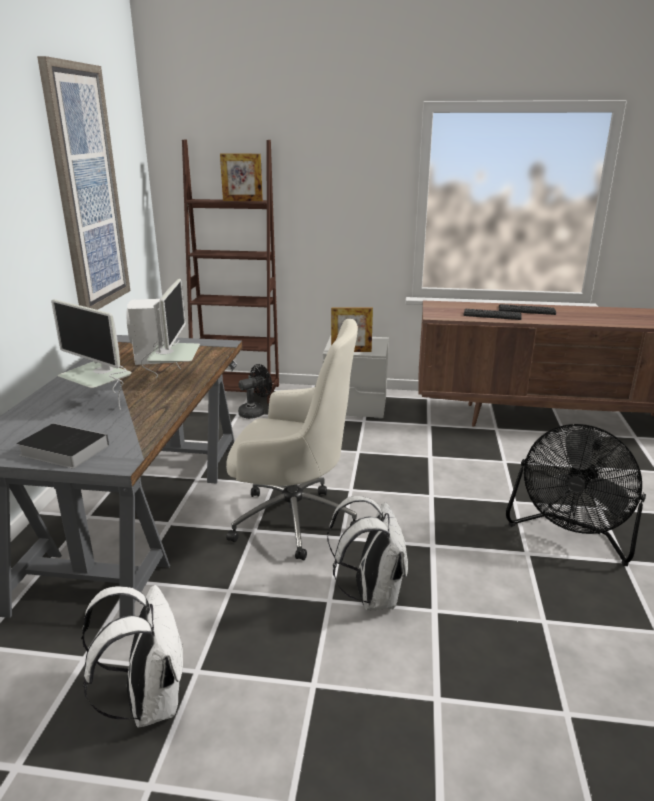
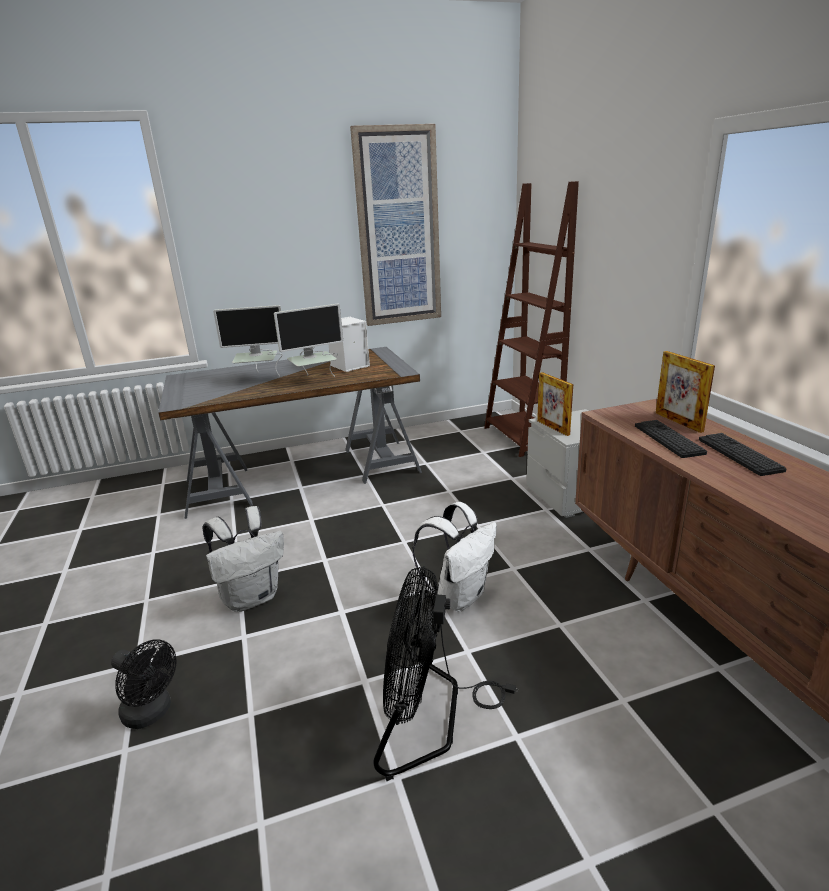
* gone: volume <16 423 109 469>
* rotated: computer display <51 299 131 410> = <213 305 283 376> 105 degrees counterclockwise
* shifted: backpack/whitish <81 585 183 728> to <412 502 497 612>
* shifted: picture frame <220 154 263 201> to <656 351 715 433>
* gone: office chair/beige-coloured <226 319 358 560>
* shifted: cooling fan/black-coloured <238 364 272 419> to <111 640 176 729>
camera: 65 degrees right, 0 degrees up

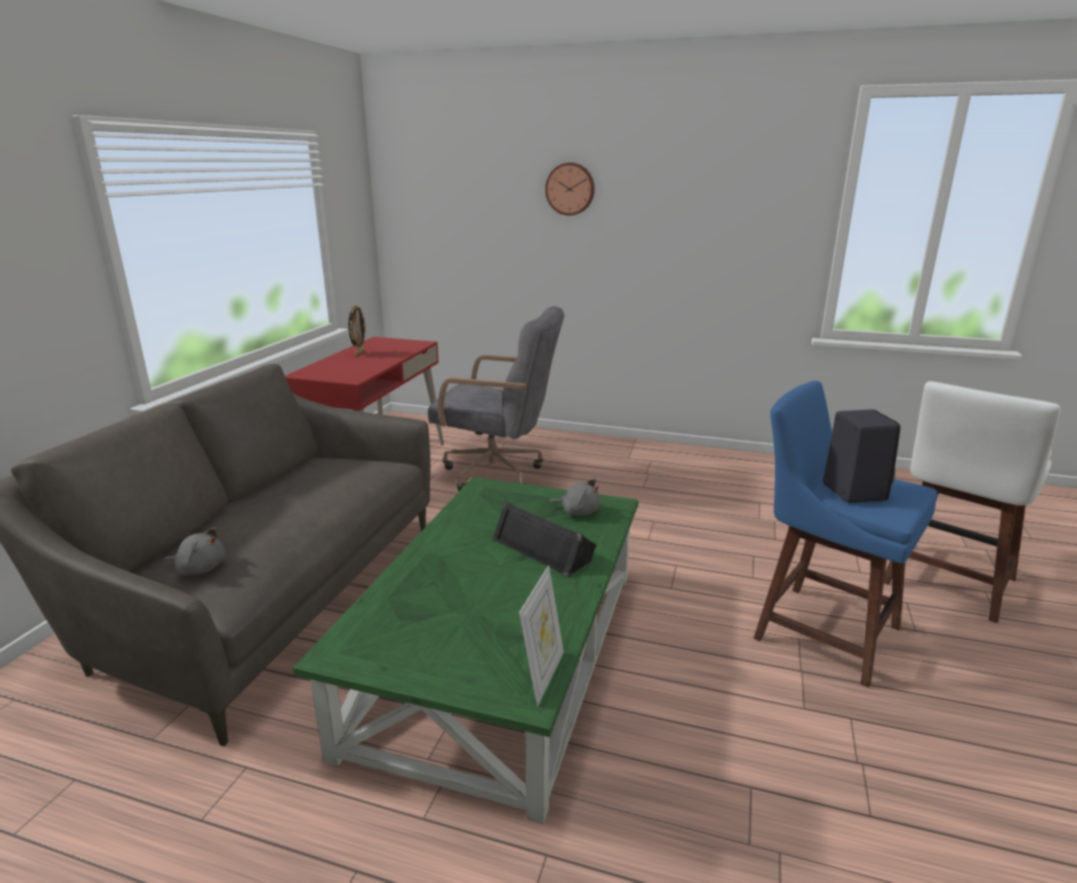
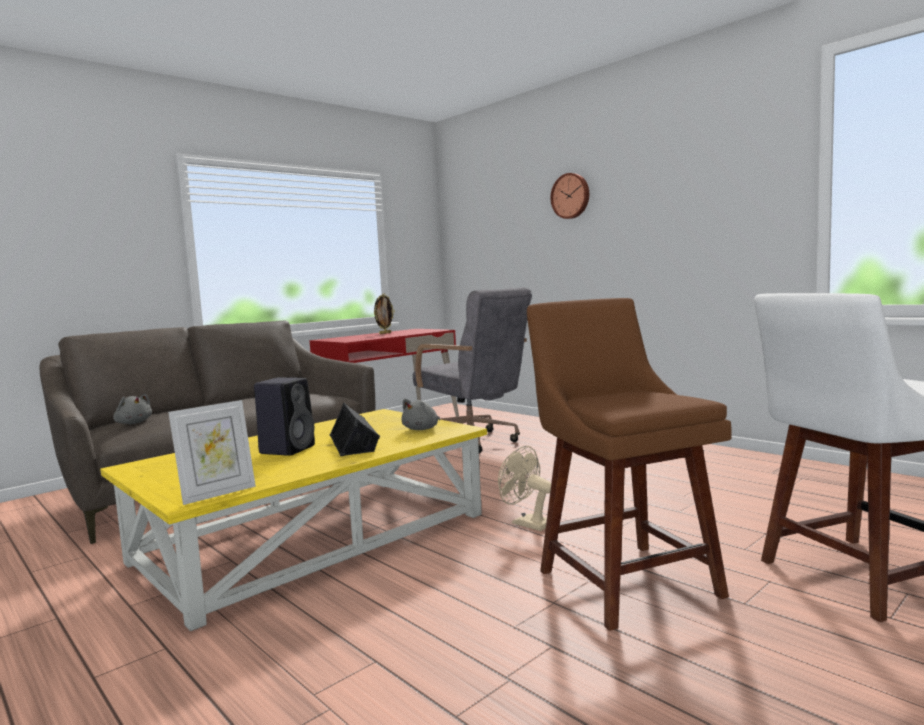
* repainted: lounge table/green <293 477 639 824> to lounge table/yellow-coloured <100 409 487 631>
* rotated: soft toy/gray <548 479 601 516> = <401 399 440 430> 75 degrees clockwise
* repainted: sitting stool/bluish <753 381 938 688> to sitting stool/brown <527 298 732 631>
* shifted: loudspeaker/black-coloured <823 409 900 503> to <254 377 315 456>
* new: cooling fan/beige-coloured <498 446 551 531>
camera: 30 degrees right, 15 degrees down

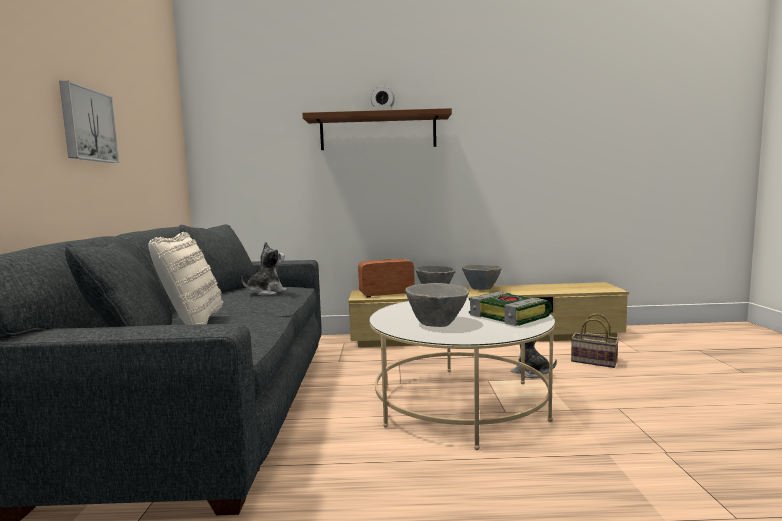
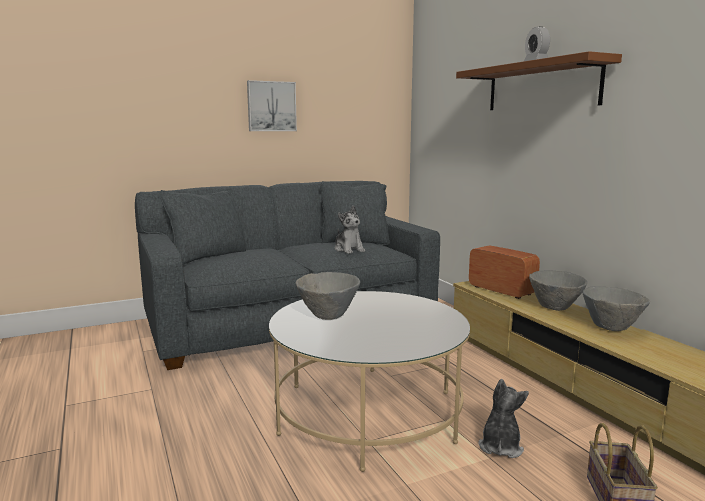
* gone: pillow/beige-coloured <148 232 223 325>
* rotated: soft toy <241 242 287 296> = <334 206 365 254> 45 degrees clockwise
* gone: volume <469 291 552 326>
camera: 65 degrees right, 5 degrees up

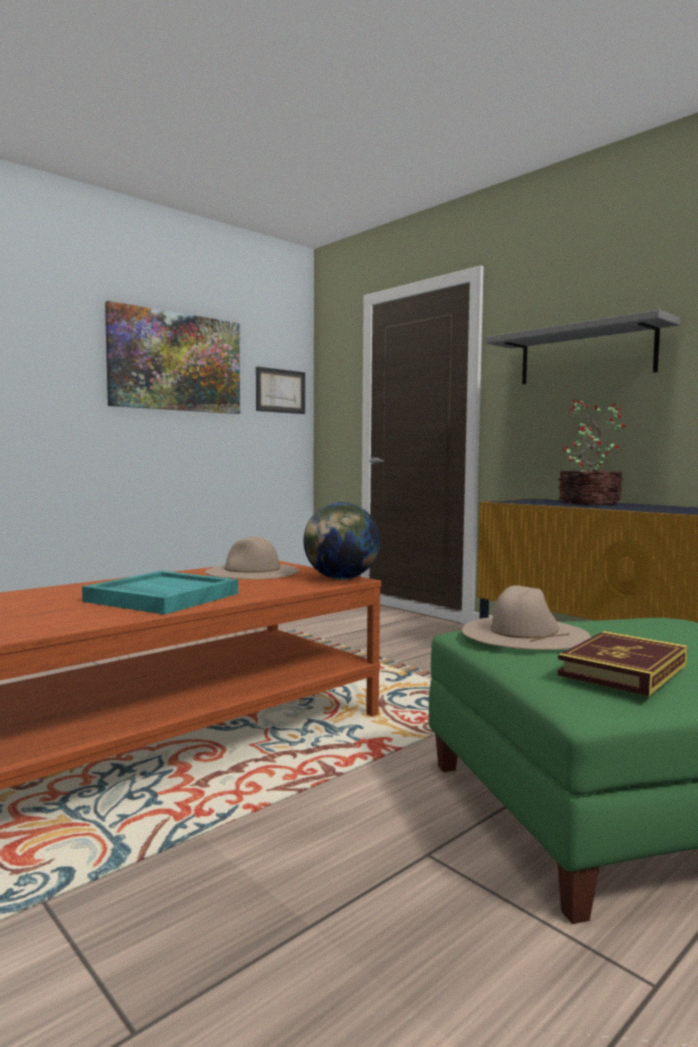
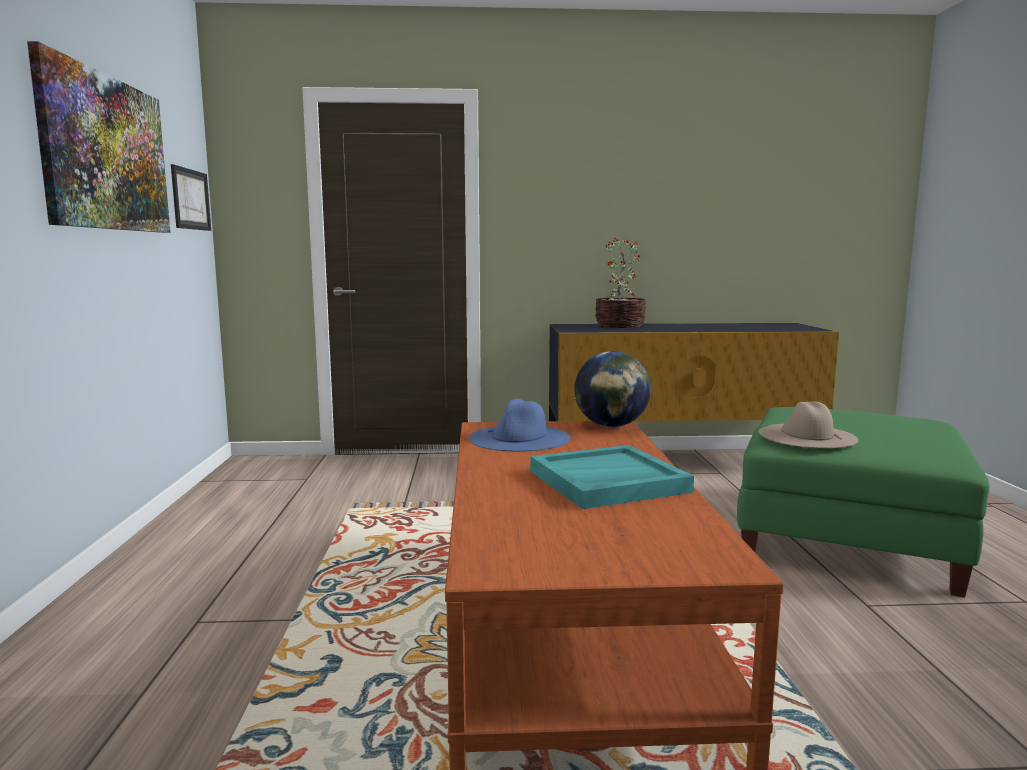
* repainted: wearable hat/beige-coloured <205 537 299 579> to wearable hat/bluish <469 399 570 452>
* gone: wall shelf/gray <486 310 680 384>
* gone: volume <557 631 688 696>
camera: 50 degrees left, 5 degrees up

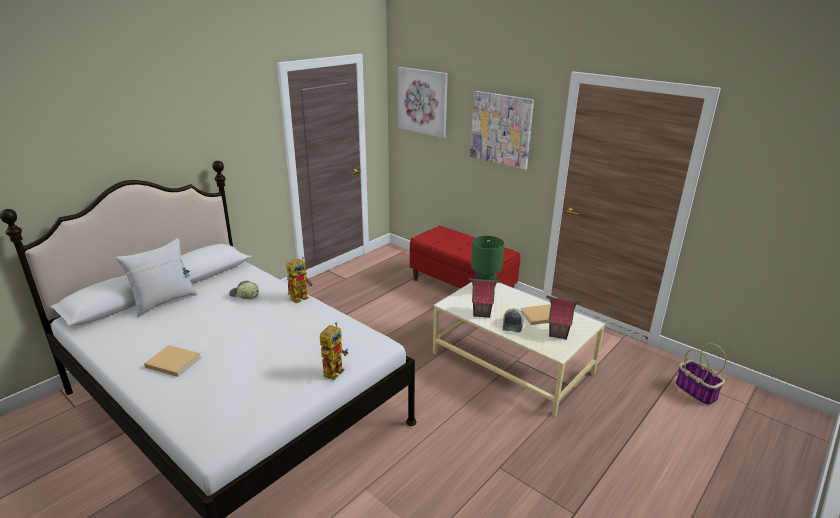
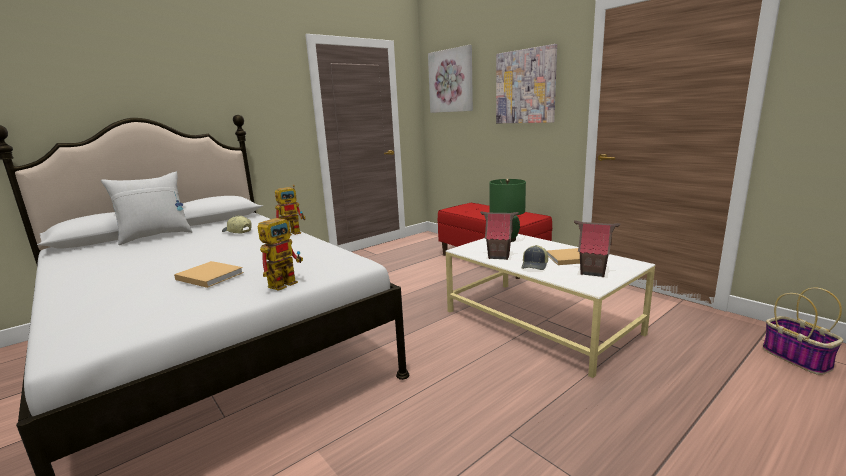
* shifted: volume/beige-coloured <144 345 201 377> to <174 261 244 288>
camera: 10 degrees right, 10 degrees down

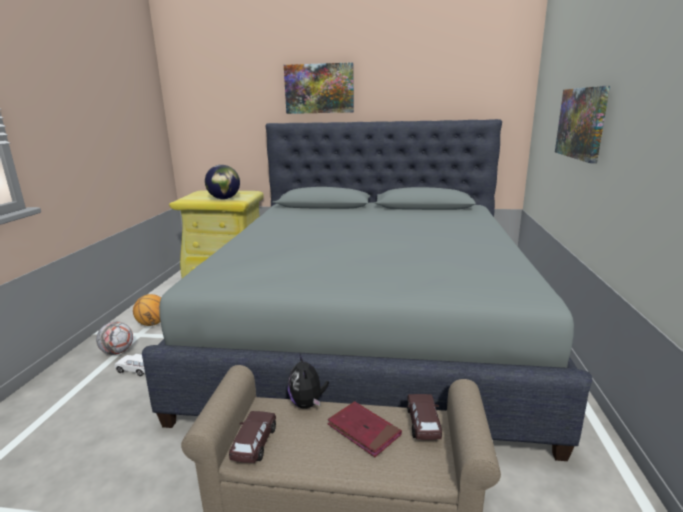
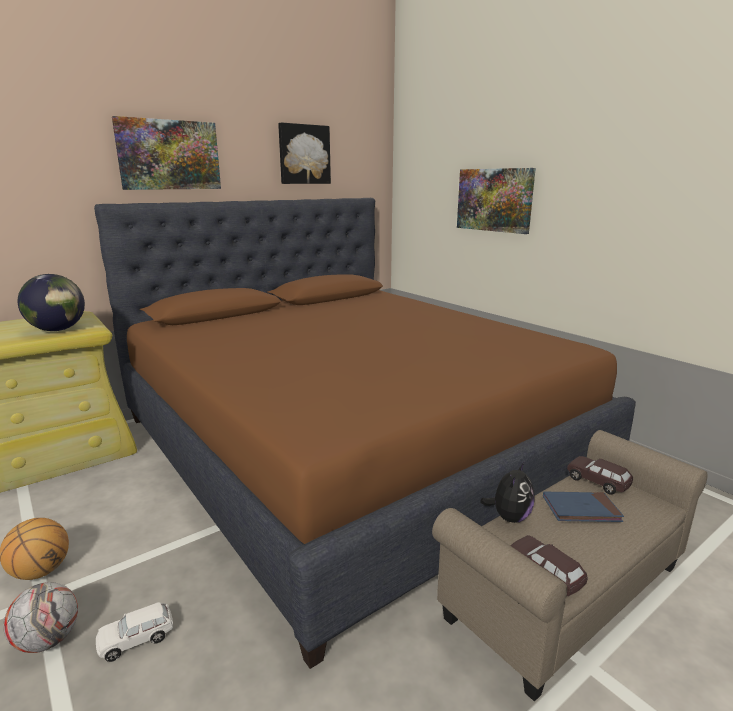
* repainted: sleeping bed/gray <142 119 592 461> to sleeping bed/brown <94 198 636 669>
* rotated: soft toy <288 353 329 408> = <480 462 535 523> 90 degrees counterclockwise
* repainted: volume/red <328 401 402 457> to volume/bluish <543 492 624 522>
* new: picture <278 122 331 184>
camera: 45 degrees left, 0 degrees up

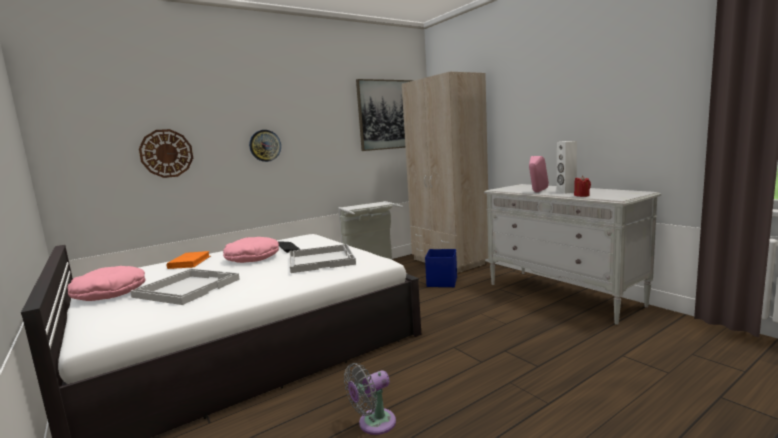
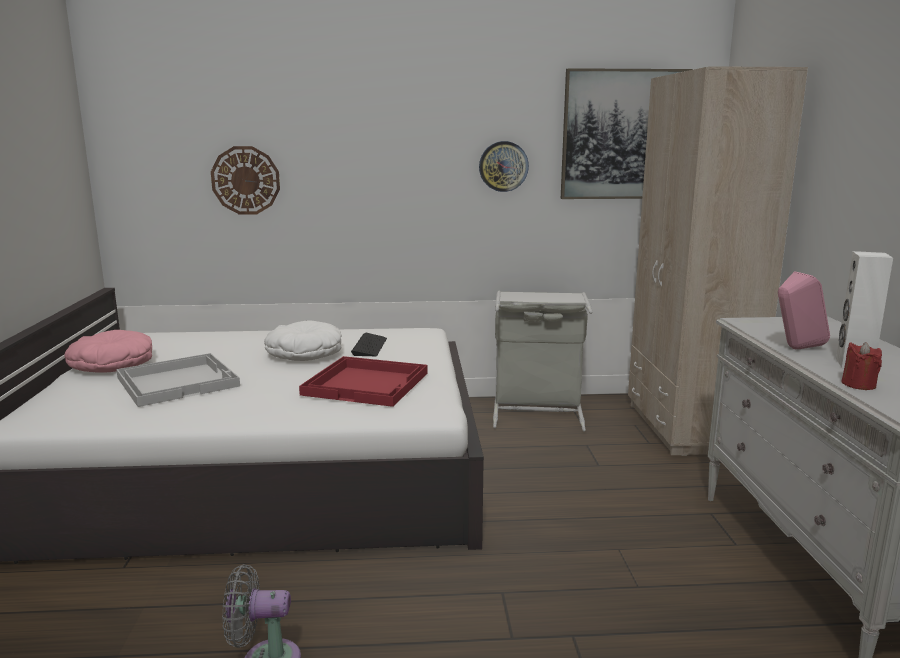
* gone: volume/orangey <166 251 211 269>
* repainted: pillow/pinkish <223 237 279 263> to pillow/whitish <264 320 342 361>
* shifted: clock on the wall <249 130 281 162> to <479 141 529 192>
* repainted: tray/whitish <290 244 356 273> to tray/red <299 356 427 407>
* gone: storage bin/bluish <425 249 457 287>
camera: 30 degrees right, 5 degrees up

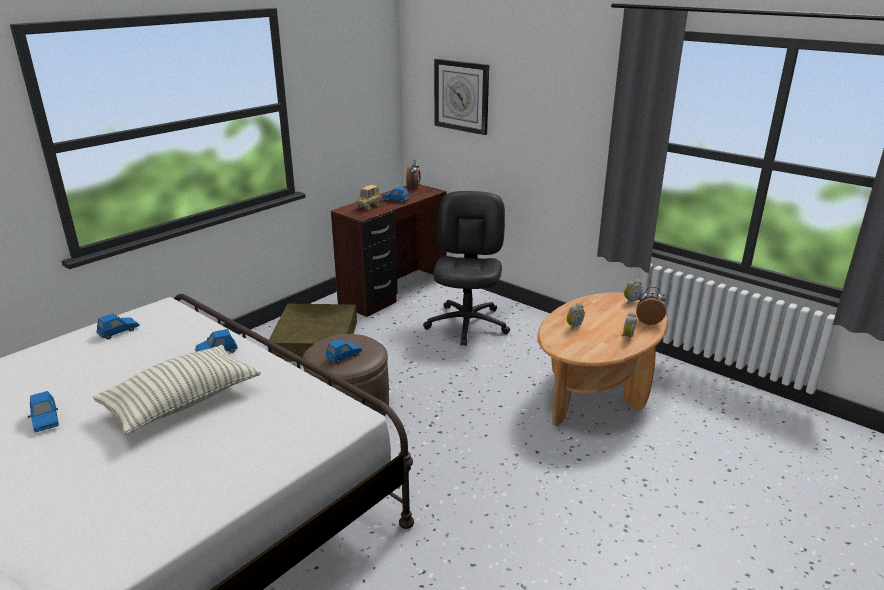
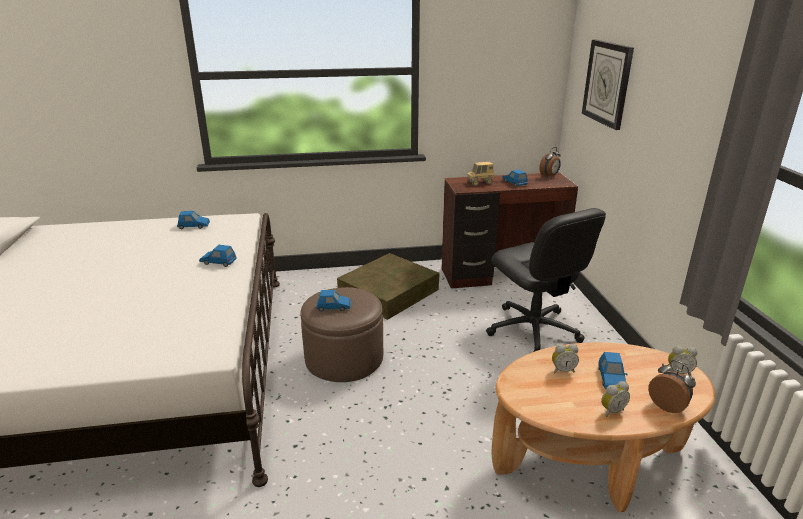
* shifted: toy car/bluish <28 391 59 433> to <598 352 628 389>
* gone: pillow <93 345 261 435>
* rotated: office chair/black-coloured <423 191 510 346> = <486 208 606 352> 105 degrees clockwise
camera: 40 degrees right, 0 degrees up

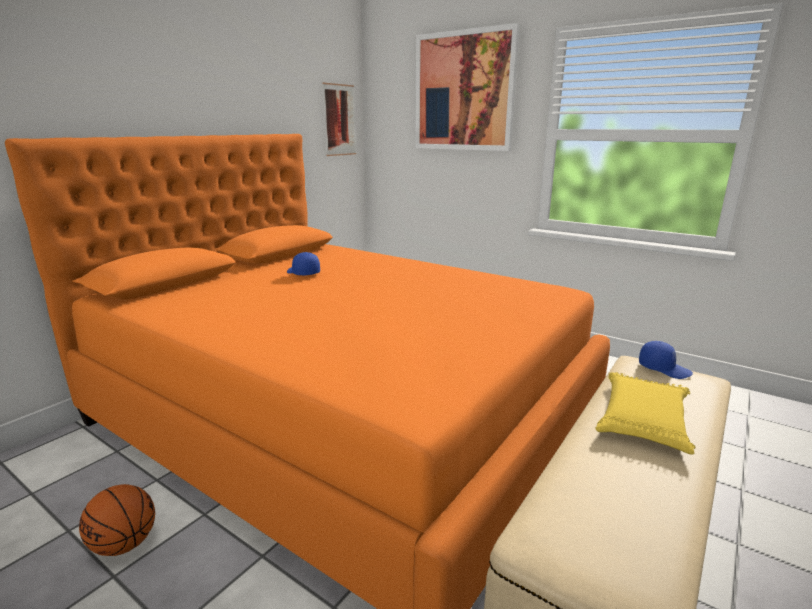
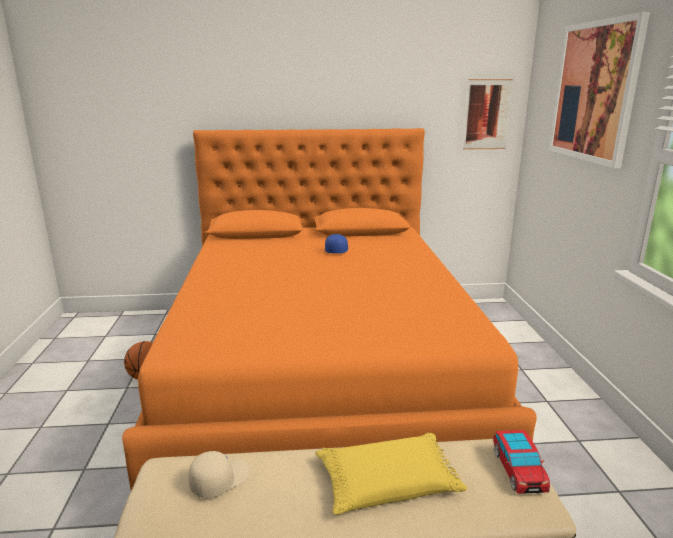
* swapped: baseball cap/bluish <639 341 693 379> to toy car <493 430 550 494>
* new: baseball cap/beige-coloured <188 451 250 498>
camera: 50 degrees right, 0 degrees up

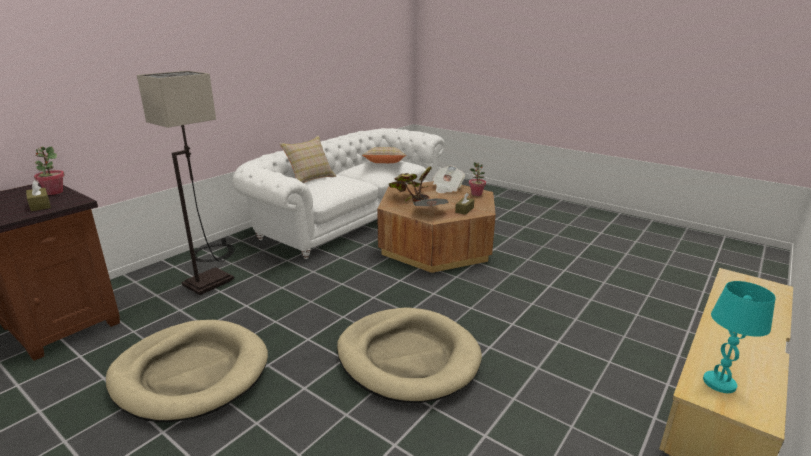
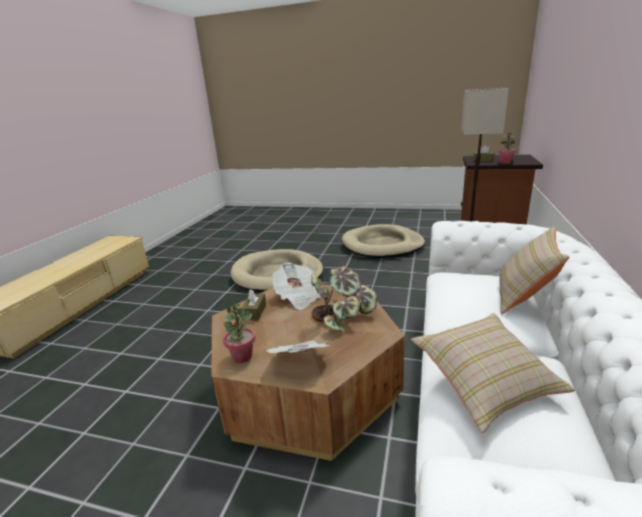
* gone: tabletop lamp/turquoise-coloured <703 281 776 393>
camera: 160 degrees right, 0 degrees up

